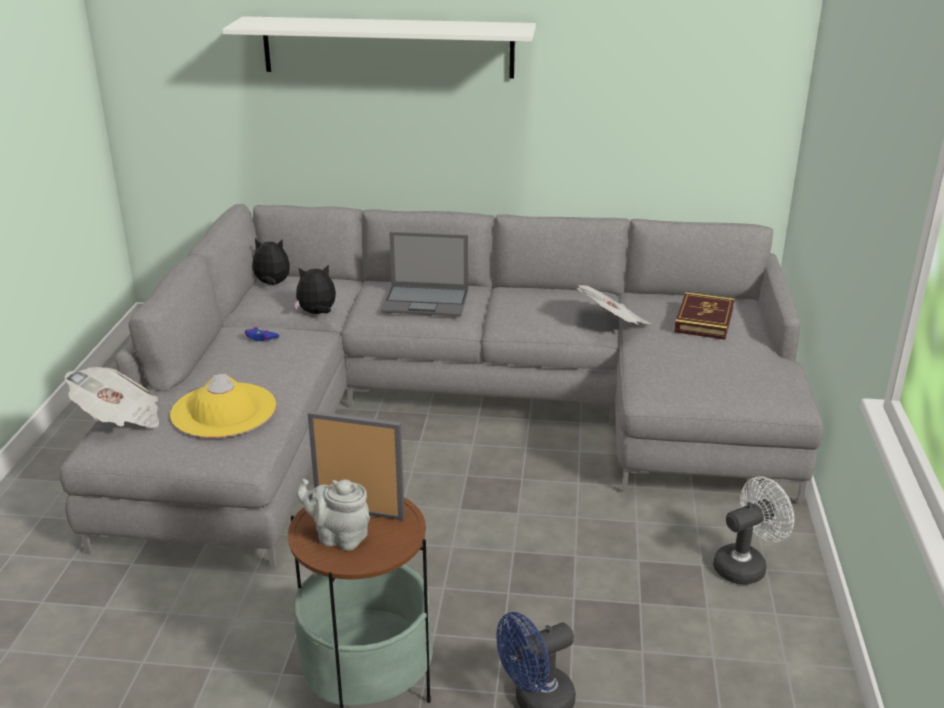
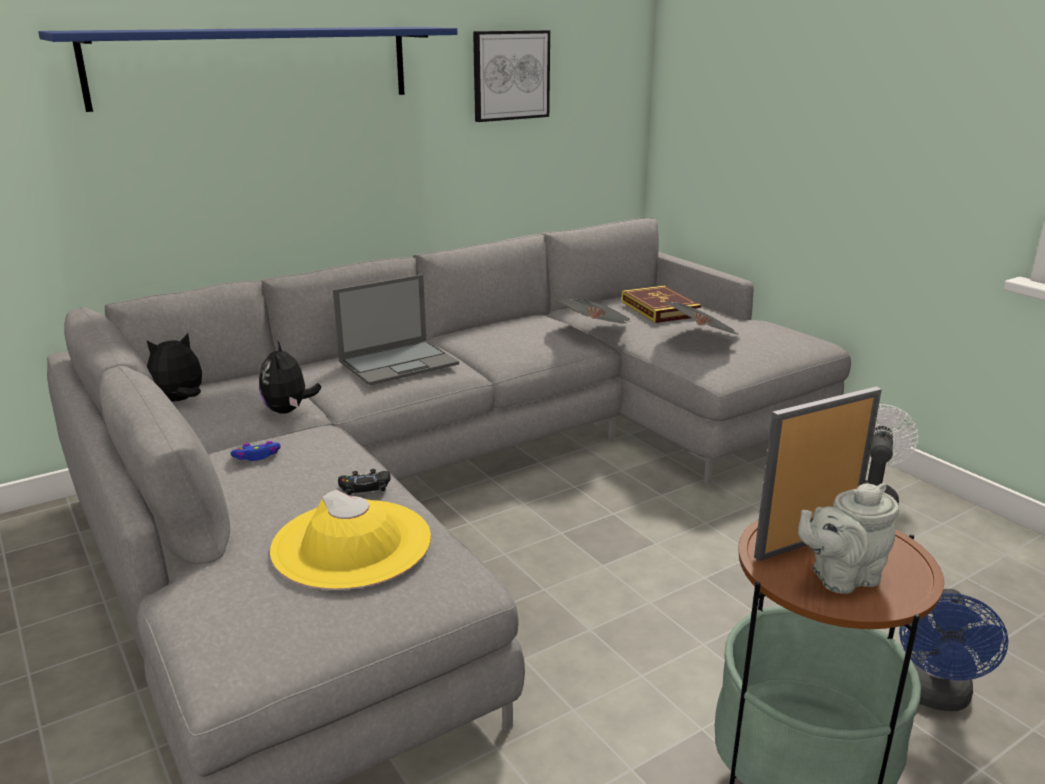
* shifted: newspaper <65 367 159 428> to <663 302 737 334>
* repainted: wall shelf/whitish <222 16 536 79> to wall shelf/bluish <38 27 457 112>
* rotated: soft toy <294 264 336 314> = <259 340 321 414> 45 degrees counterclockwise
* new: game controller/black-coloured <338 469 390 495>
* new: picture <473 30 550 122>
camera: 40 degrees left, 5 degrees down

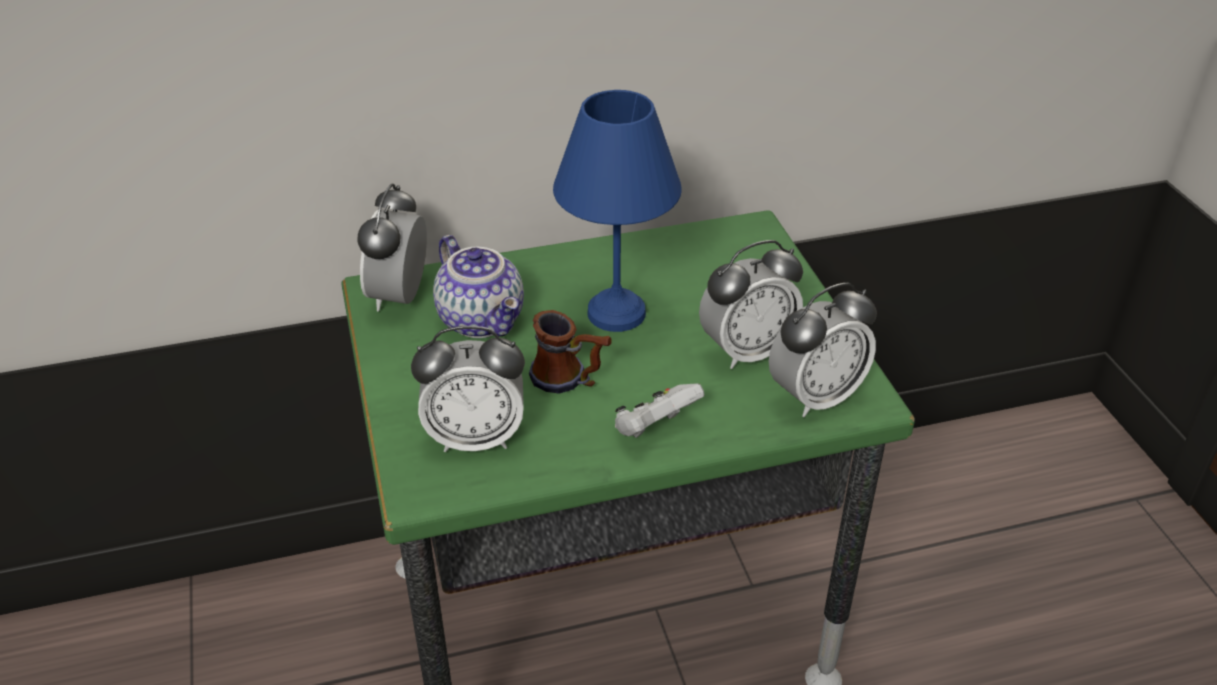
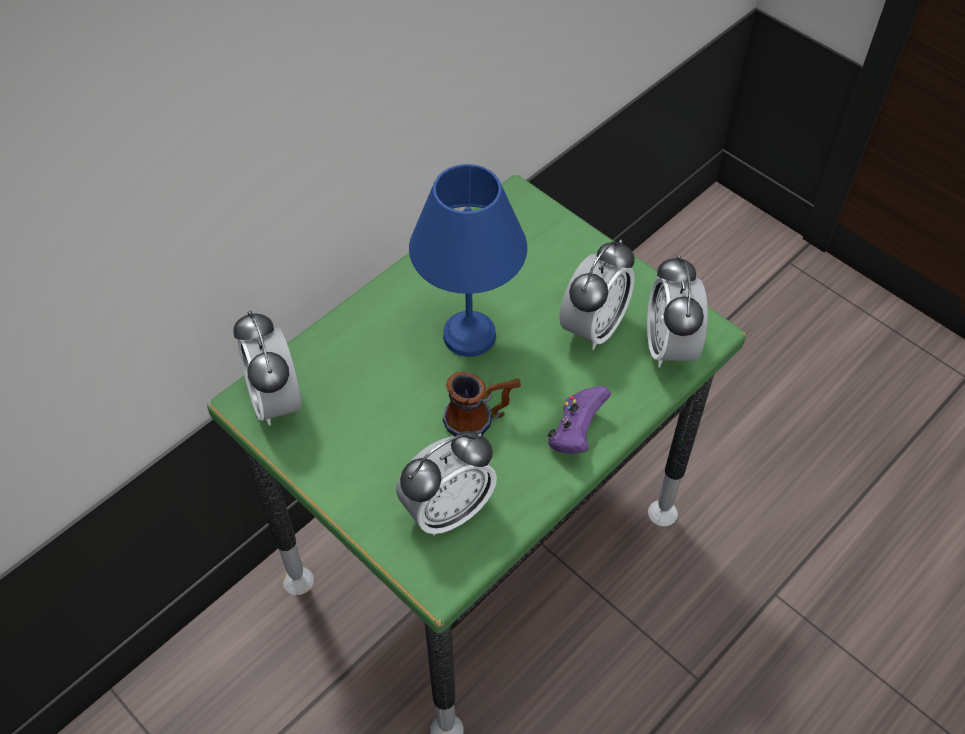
* gone: teapot <433 235 524 338>
* repainted: game controller/whitish <615 383 704 438> to game controller/purplish <548 386 611 454>
* rotated: alarm clock <769 283 877 417> = <647 255 708 367> 150 degrees clockwise
camera: 30 degrees left, 15 degrees up

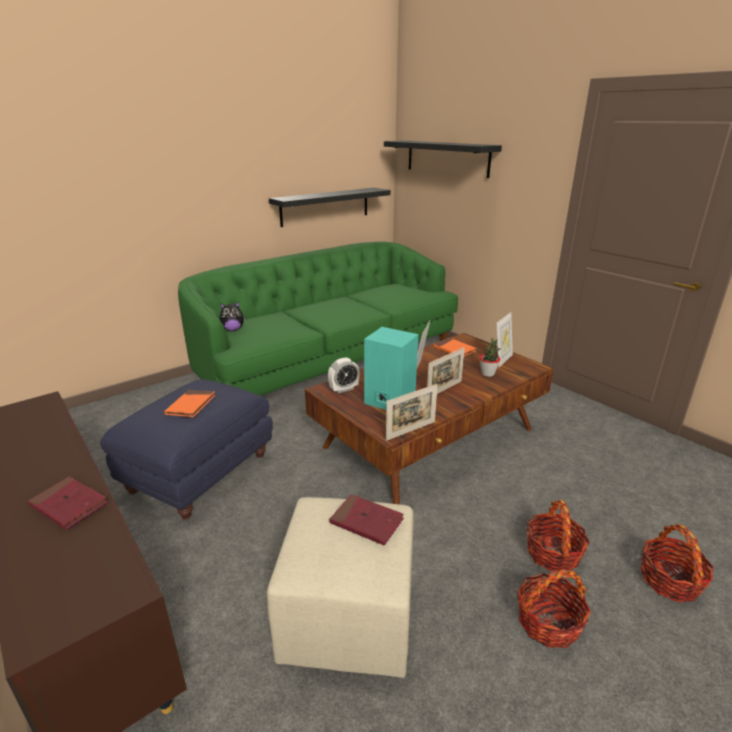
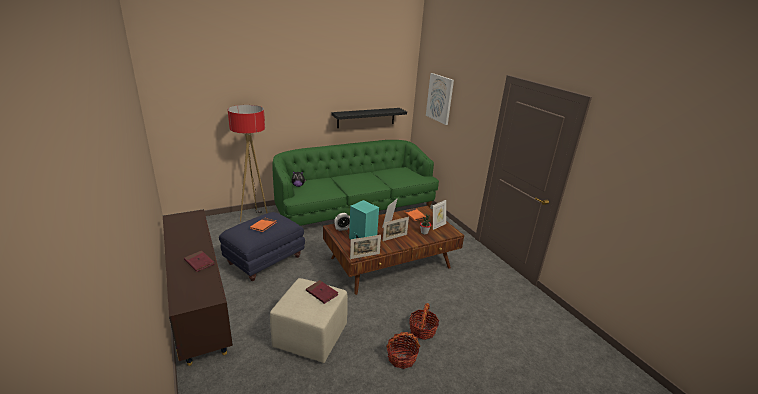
* swapped: wall shelf/black-coloured <384 141 502 178> to picture <426 73 454 125>
* gone: storage basket <640 524 714 602>
* new: standing lamp <228 105 268 222>
camera: 10 degrees right, 0 degrees up

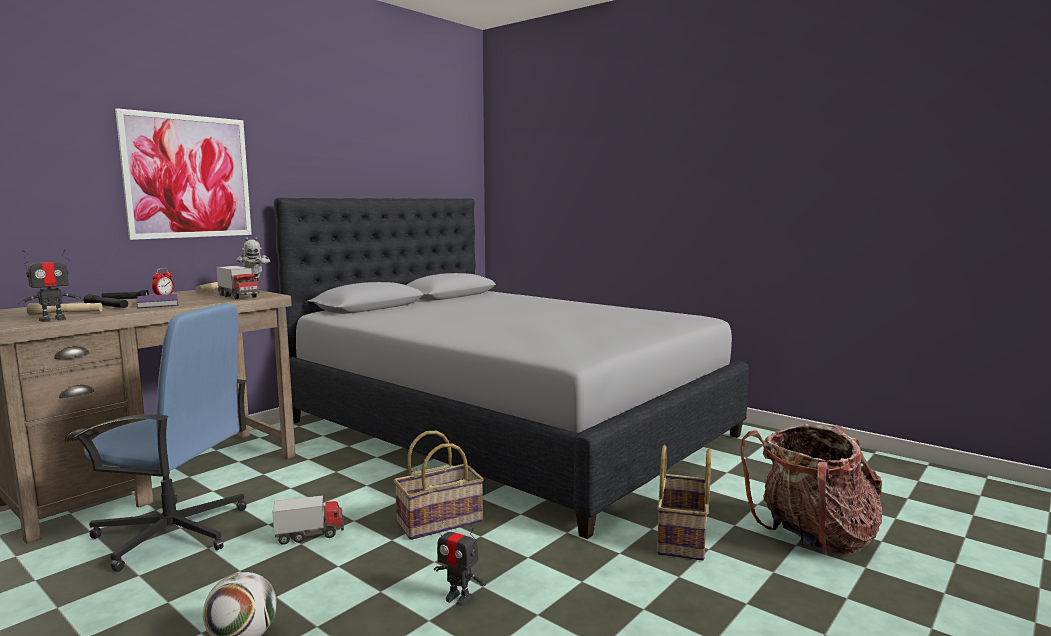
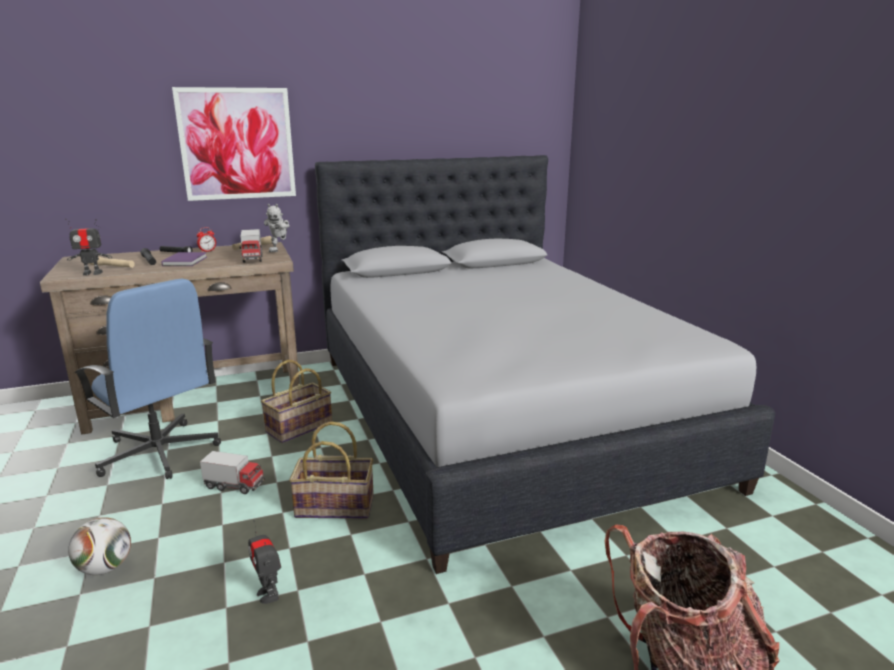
* shifted: storage basket <657 445 711 560> to <261 360 332 443>
camera: 30 degrees right, 10 degrees up

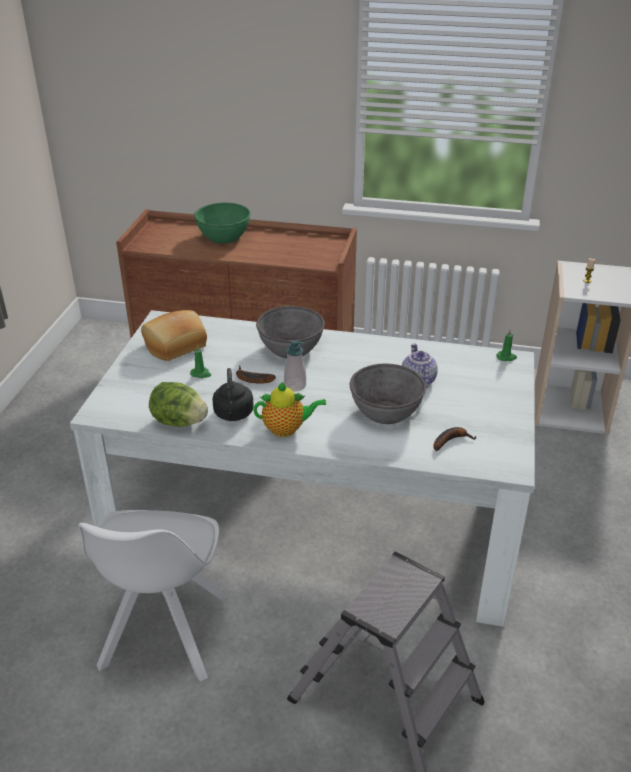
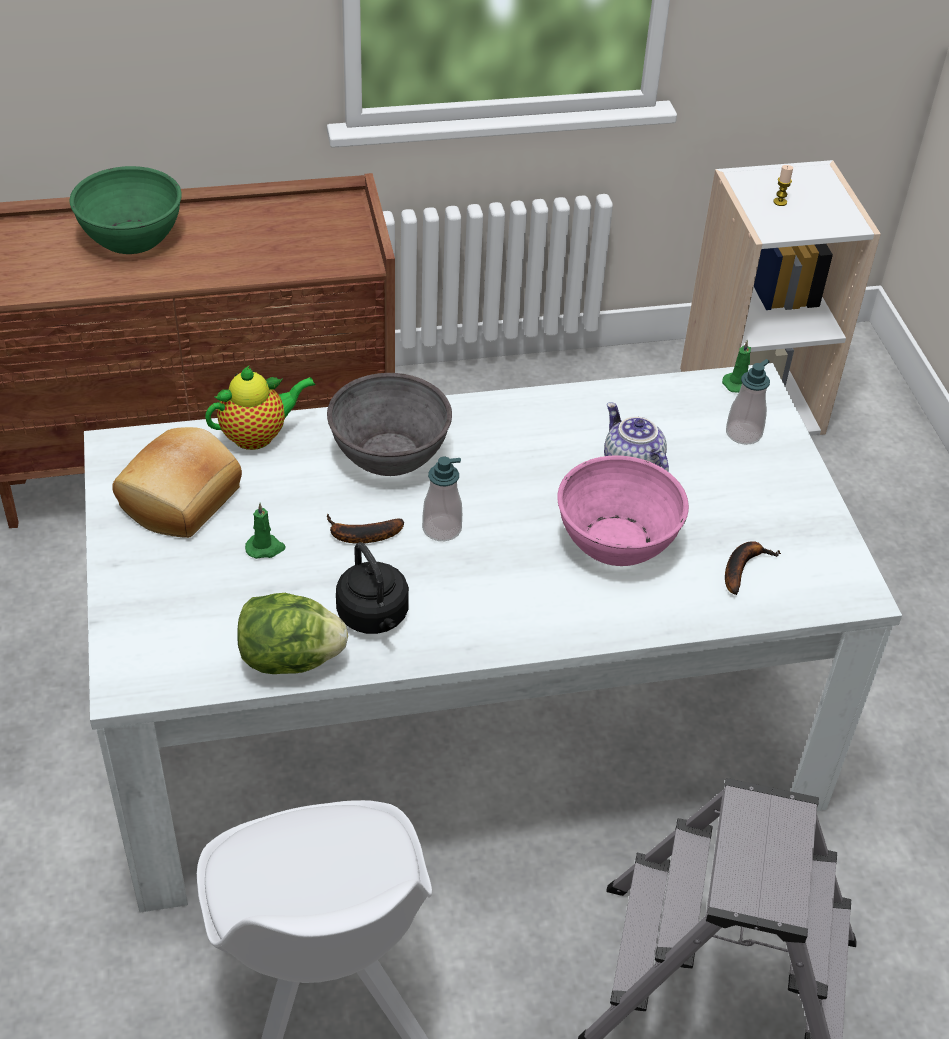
* shifted: teapot <253 382 326 437> to <205 365 315 450>
* repainted: deep dish/gray <350 364 426 424> to deep dish/pinkish <557 456 689 566>
* new: liquid soap bottle <726 359 770 445>
camera: 25 degrees left, 10 degrees up

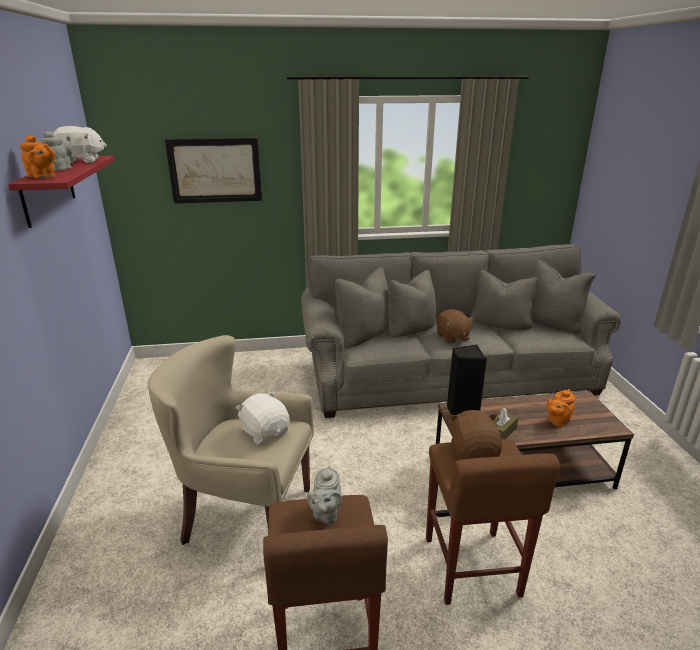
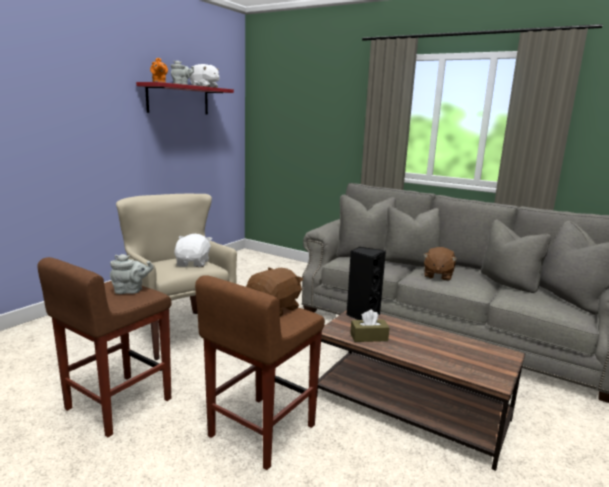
* gone: picture <165 138 262 203>
* rotated: teapot/gray <307 465 342 524> = <110 254 154 294> 150 degrees counterclockwise
* gone: teapot/orangey <546 389 575 427>
camera: 40 degrees right, 10 degrees down

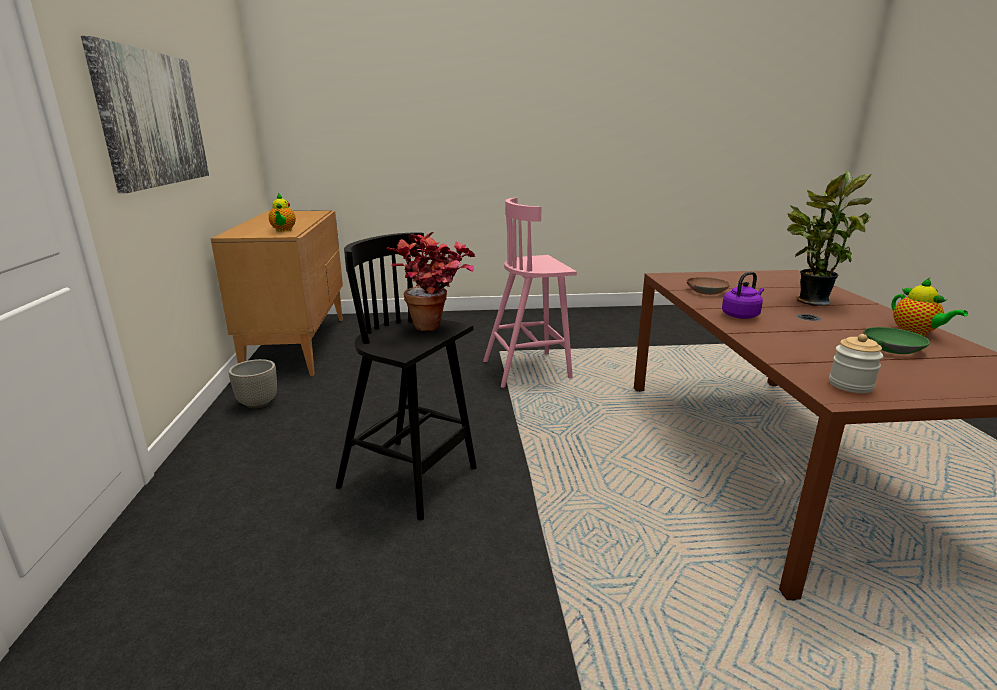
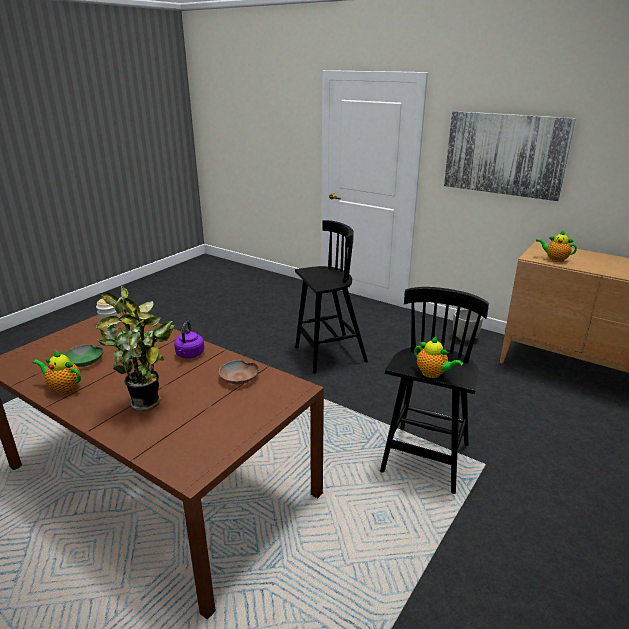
* gone: potted plant <386 232 475 331>
* repainted: sitting stool/pinkish <483 198 577 388> to sitting stool/black-coloured <380 287 489 494>
* new: teapot <414 337 463 378>
camera: 130 degrees right, 5 degrees up

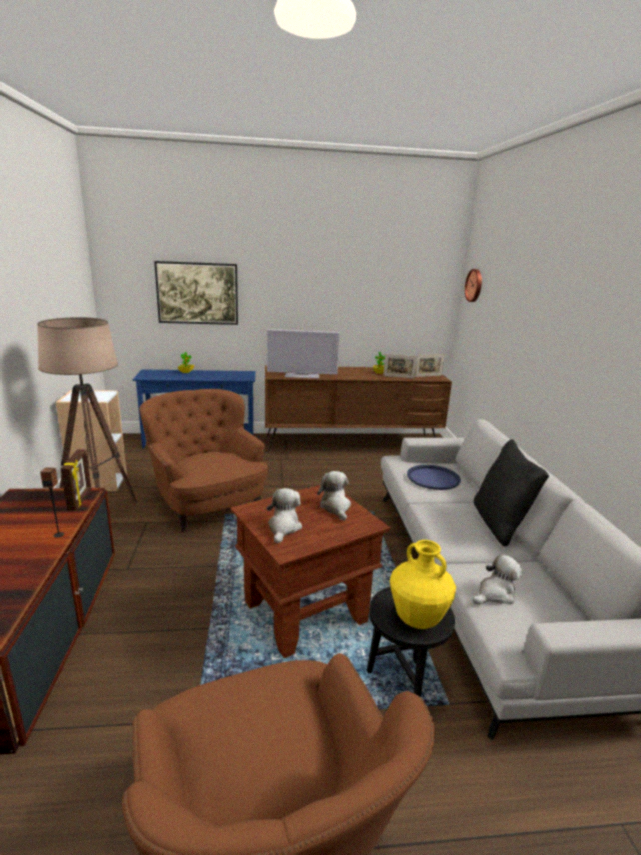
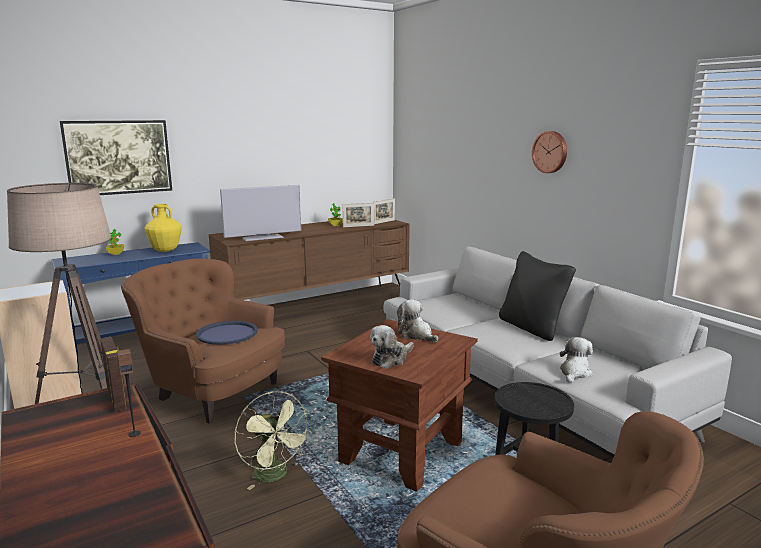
* rotated: soft toy <266 488 302 544> = <370 325 414 369> 120 degrees counterclockwise
* shifted: flower vase/yellow-coloured <390 540 456 629> to <145 204 182 252>
* shifted: tray/bluish <407 465 461 490> to <196 321 258 345>
* shifted: clock on the wall <465 269 482 302> to <532 131 567 173>
* new: cooling fan/green <235 391 312 490>
camera: 25 degrees left, 5 degrees down

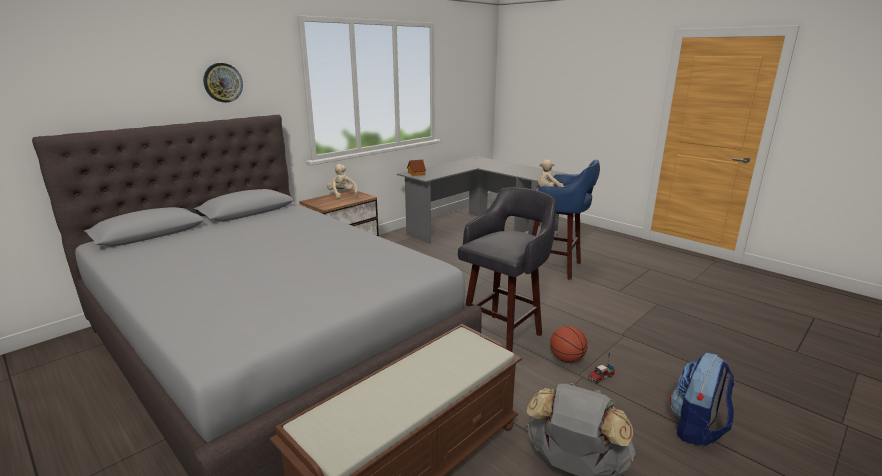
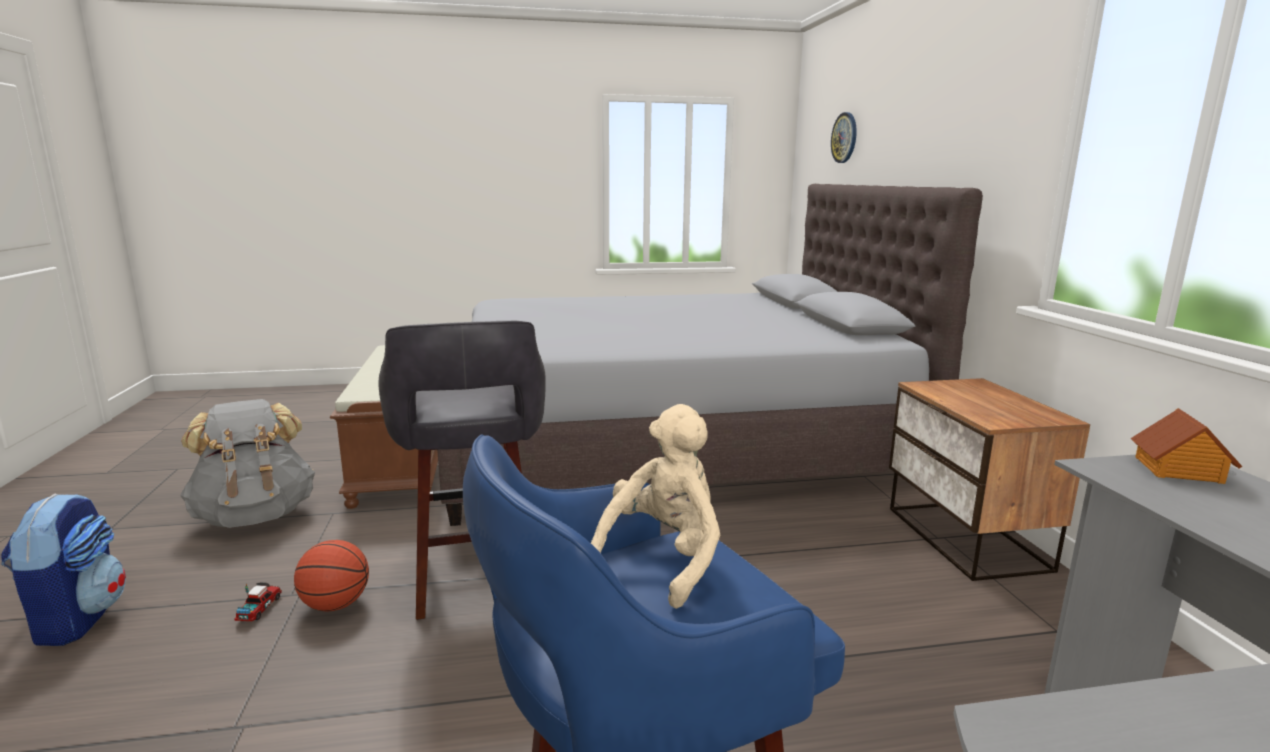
* shifted: clock on the wall <203 63 243 103> to <831 112 857 163>
* gone: soft toy/beige-coloured <327 164 358 199>
camera: 125 degrees right, 5 degrees down

